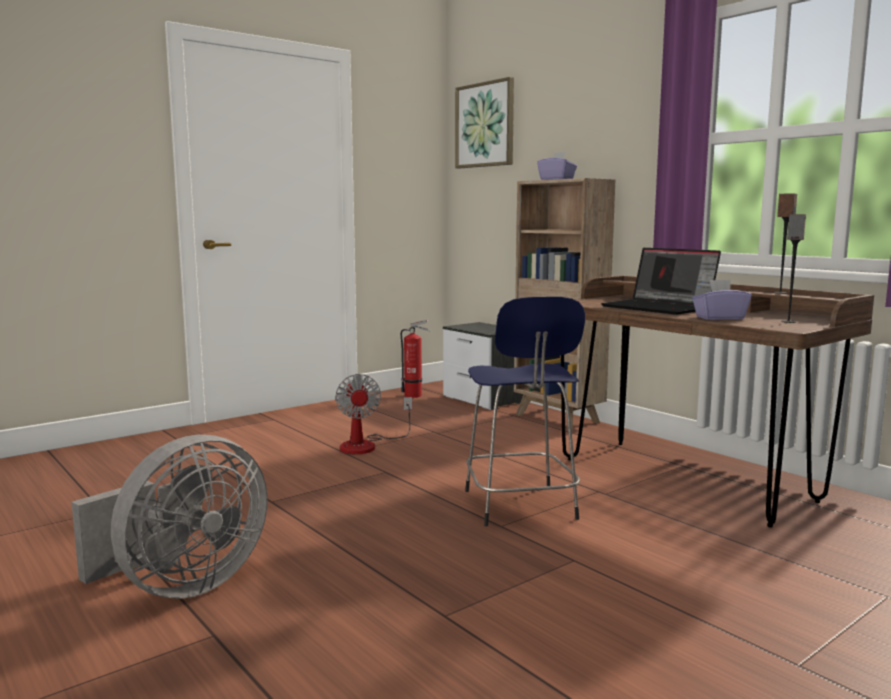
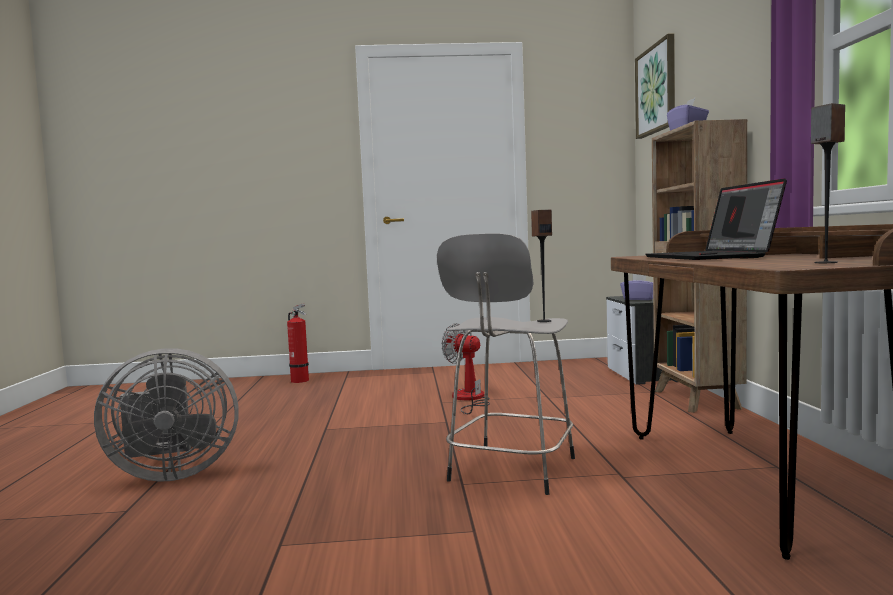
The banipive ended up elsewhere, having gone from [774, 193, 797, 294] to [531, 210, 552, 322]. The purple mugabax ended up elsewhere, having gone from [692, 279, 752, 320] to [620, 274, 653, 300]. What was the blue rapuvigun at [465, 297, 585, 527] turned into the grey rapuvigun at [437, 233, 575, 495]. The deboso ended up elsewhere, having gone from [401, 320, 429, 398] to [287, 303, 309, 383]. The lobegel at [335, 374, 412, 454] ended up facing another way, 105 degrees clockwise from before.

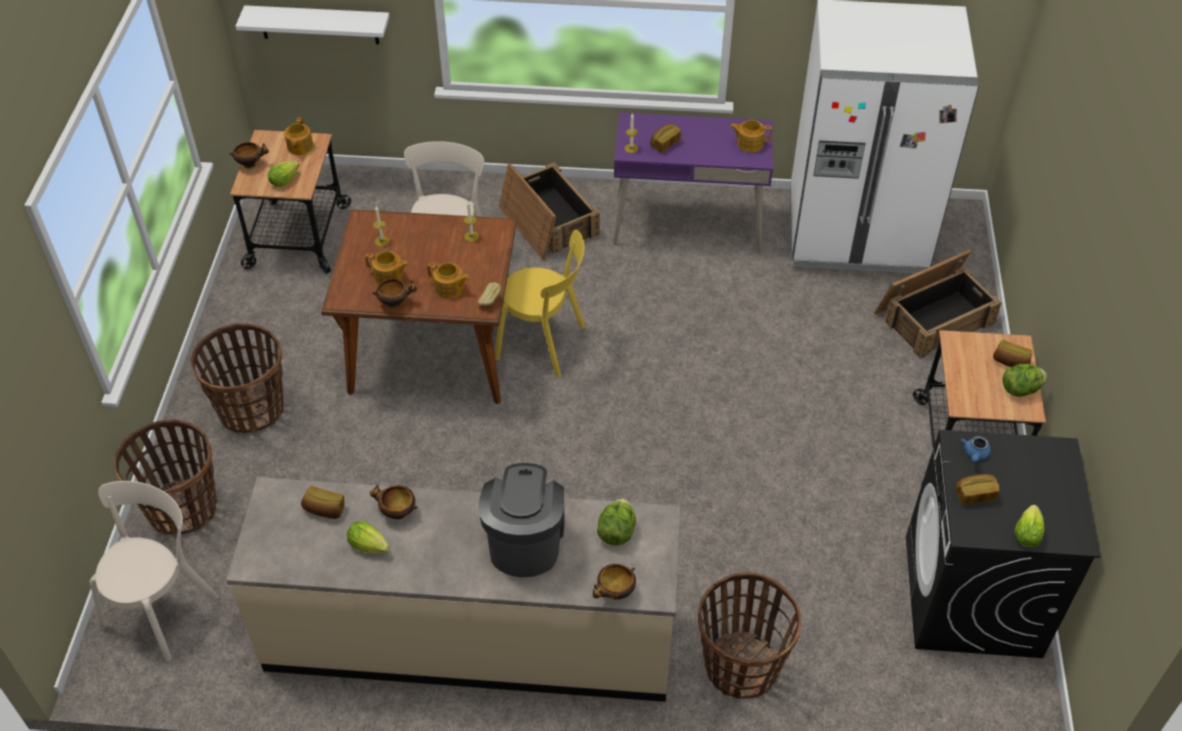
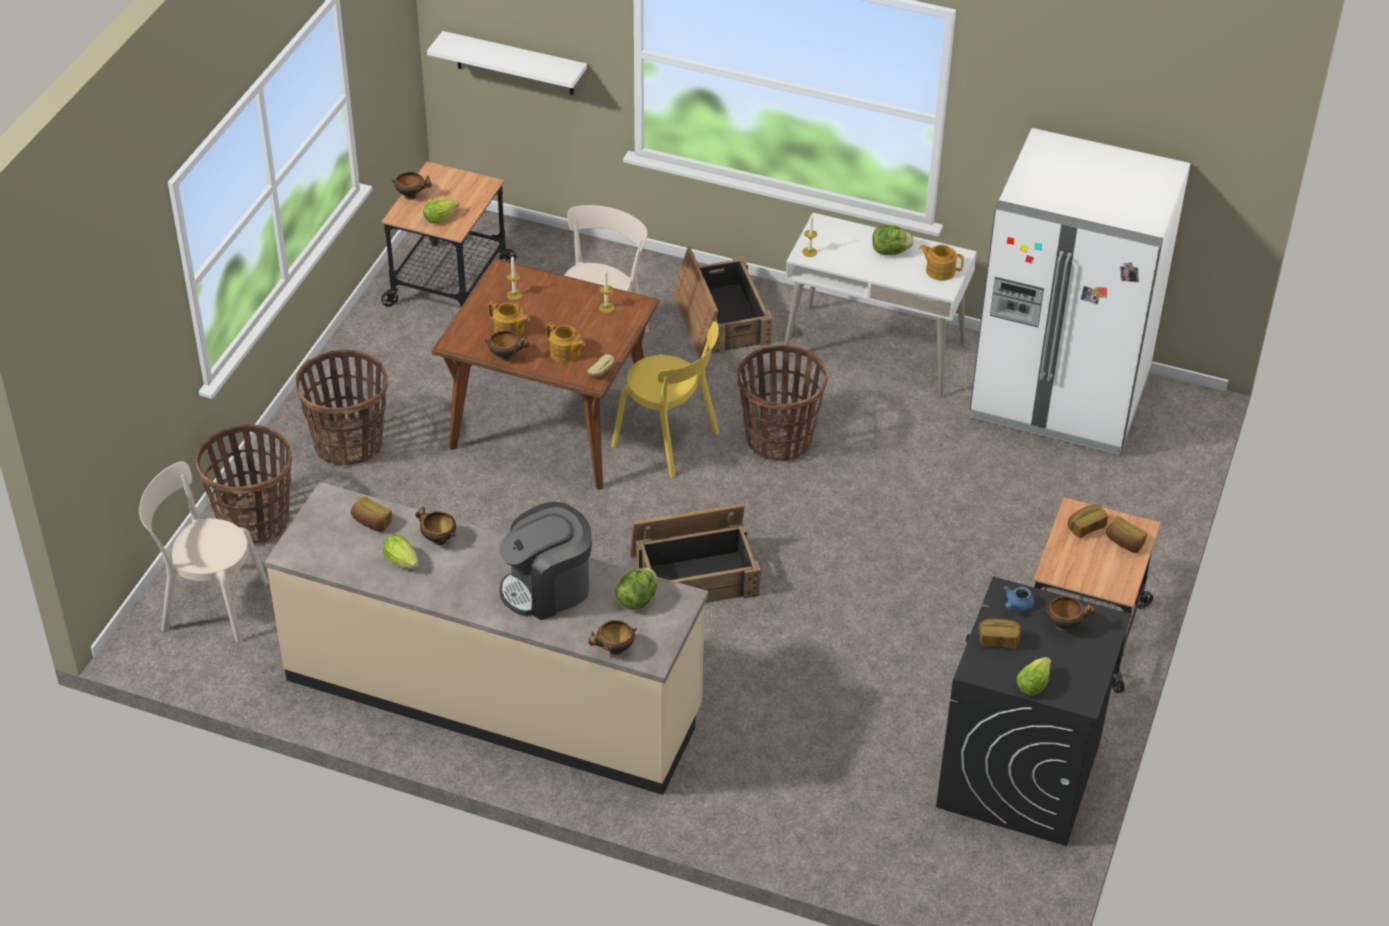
What was the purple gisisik at [613, 112, 773, 253] turned into the white gisisik at [782, 213, 977, 398]. The second view lost the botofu at [284, 117, 313, 155]. The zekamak ended up elsewhere, having gone from [650, 124, 681, 153] to [1068, 505, 1108, 538]. The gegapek ended up elsewhere, having gone from [874, 250, 1002, 358] to [630, 504, 761, 603]. The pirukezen ended up elsewhere, having gone from [1002, 364, 1047, 397] to [872, 225, 914, 255]. The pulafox at [478, 463, 565, 577] ended up facing another way, 135 degrees counterclockwise from before. The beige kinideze at [90, 481, 219, 661] ended up facing another way, 120 degrees counterclockwise from before. The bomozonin ended up elsewhere, having gone from [698, 572, 801, 699] to [737, 345, 828, 461]. The second view gained the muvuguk at [1043, 597, 1096, 632].

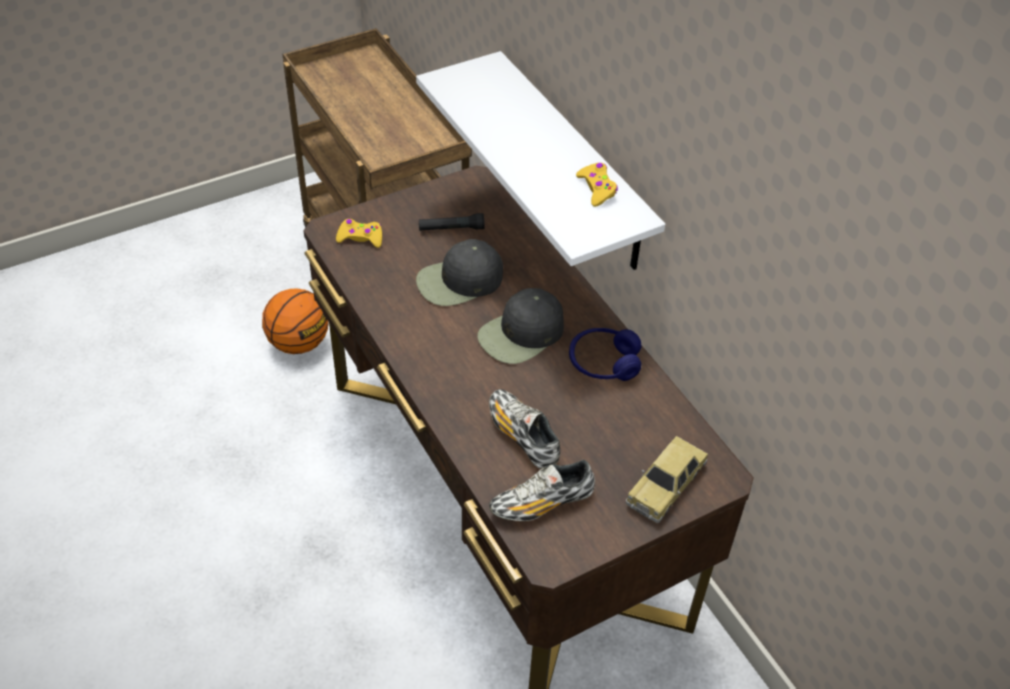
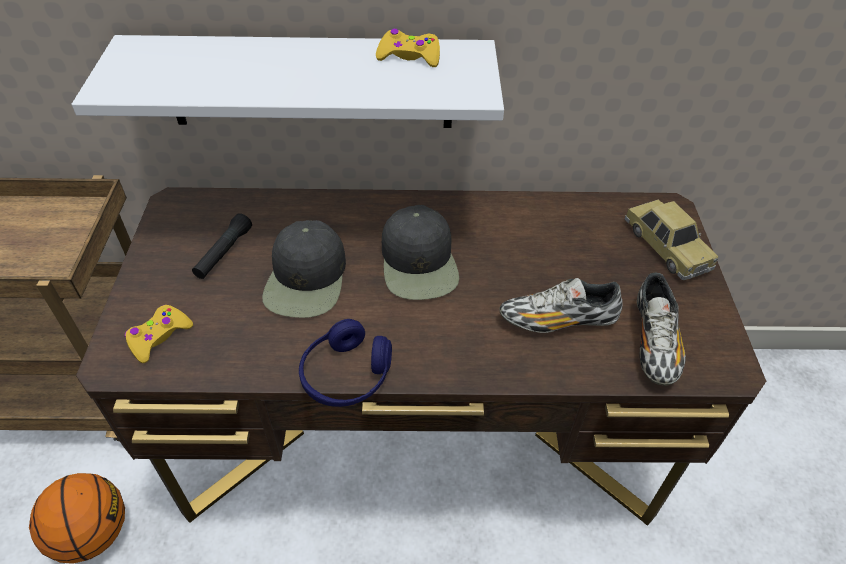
The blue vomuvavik ended up elsewhere, having gone from [569, 328, 642, 381] to [299, 319, 392, 407].

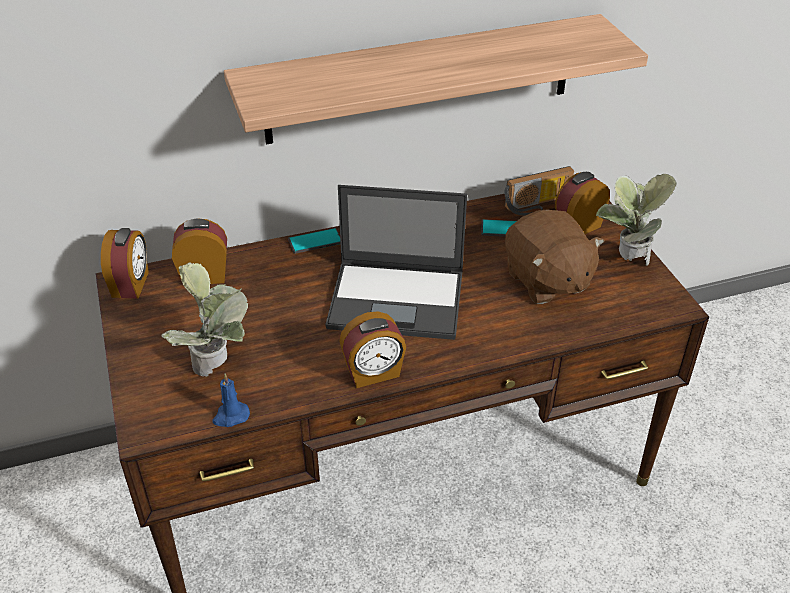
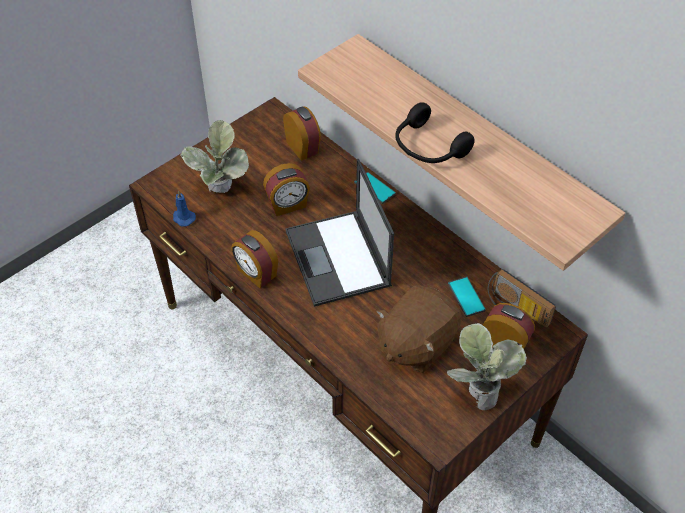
The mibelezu ended up elsewhere, having gone from [101, 228, 149, 298] to [263, 163, 310, 216]. The second view gained the black vomuvavik at [395, 102, 475, 163].

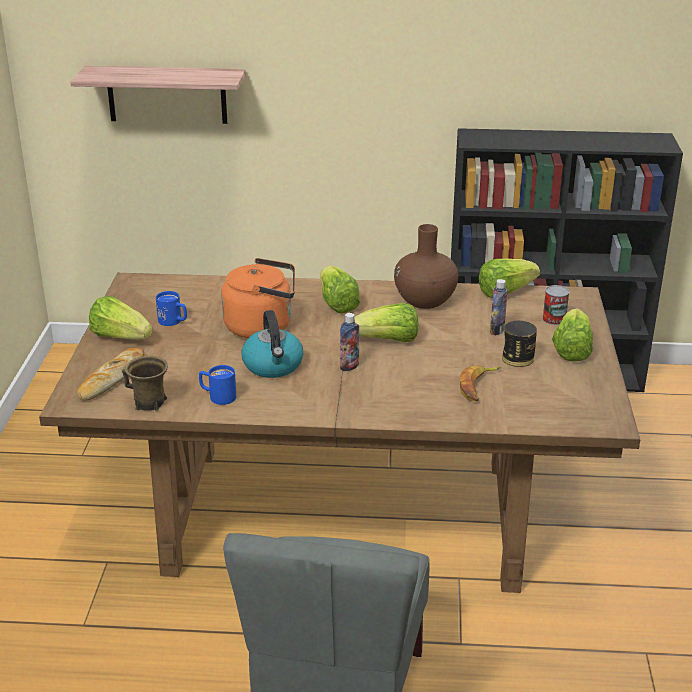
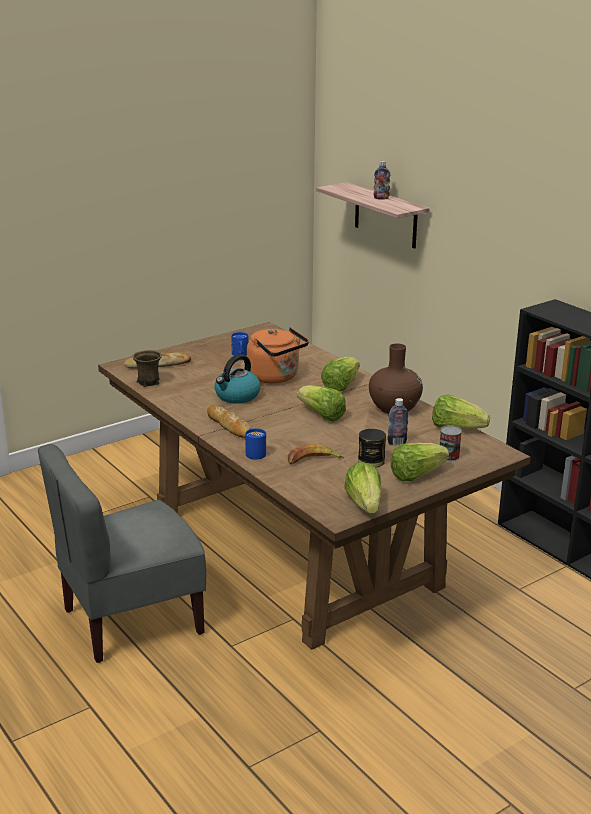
The pirukezen ended up elsewhere, having gone from [89, 296, 153, 340] to [344, 462, 381, 513]. The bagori ended up elsewhere, having gone from [340, 313, 359, 371] to [373, 161, 390, 200]. The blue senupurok ended up elsewhere, having gone from [199, 365, 236, 405] to [245, 428, 266, 460]. The second view gained the zekamak at [207, 405, 252, 438].

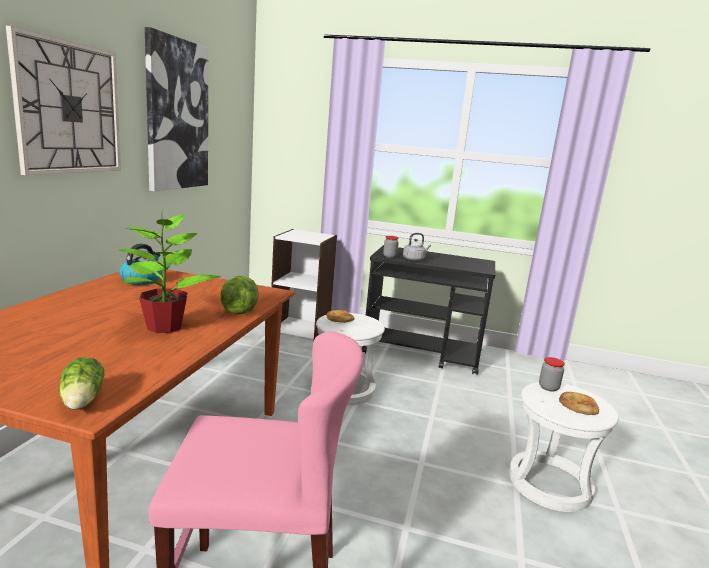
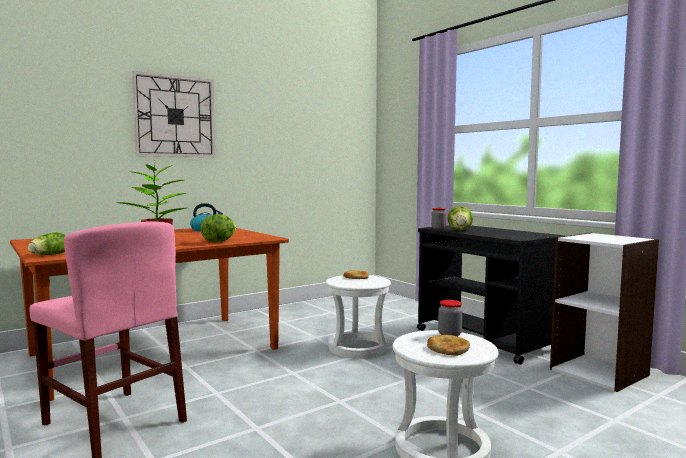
The second view lost the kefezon at [145, 27, 208, 192]. The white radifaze ended up elsewhere, having gone from [271, 229, 337, 341] to [550, 233, 659, 392]. Where the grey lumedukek stood at [403, 233, 431, 261], the pirukezen came to stand at [447, 206, 473, 231].

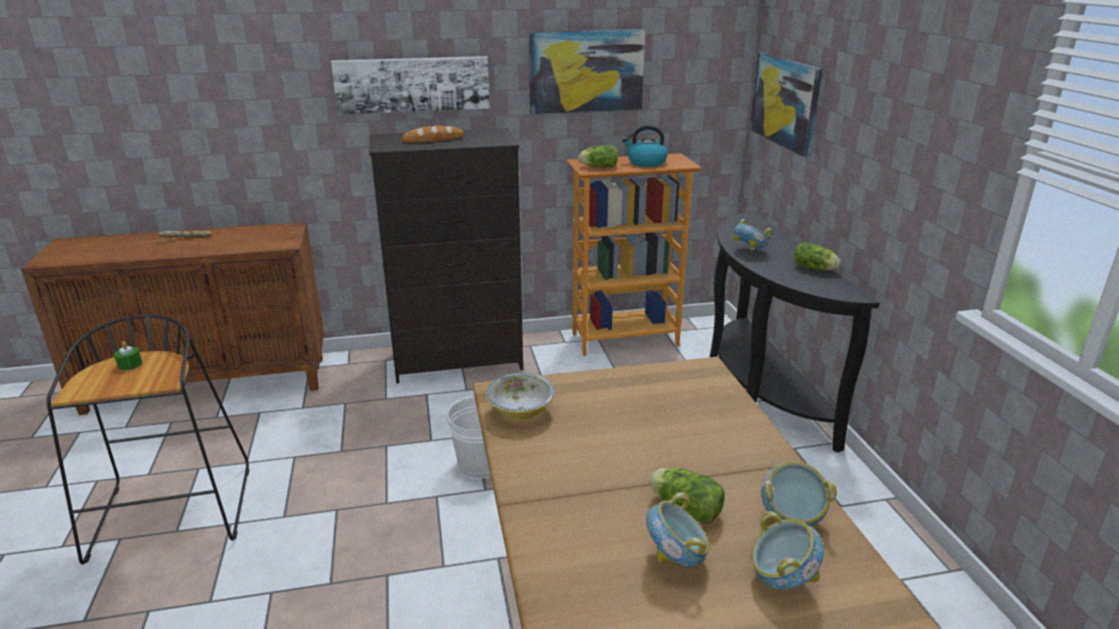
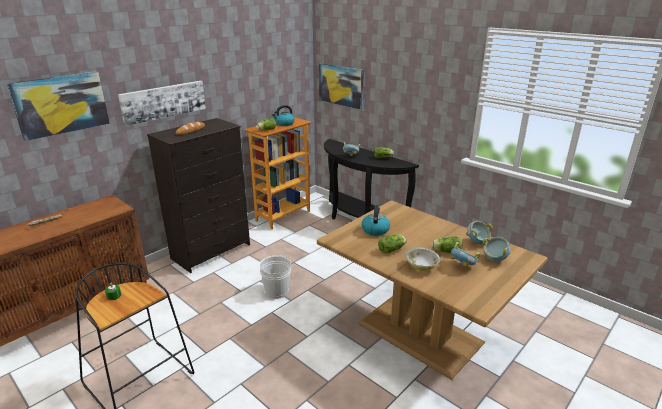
The kefezon ended up elsewhere, having gone from [529, 29, 646, 114] to [6, 71, 110, 141]. The muvuguk ended up elsewhere, having gone from [486, 373, 555, 419] to [405, 248, 440, 271]. The second view gained the lumedukek at [362, 205, 390, 236]. The second view gained the pirukezen at [378, 234, 407, 254].

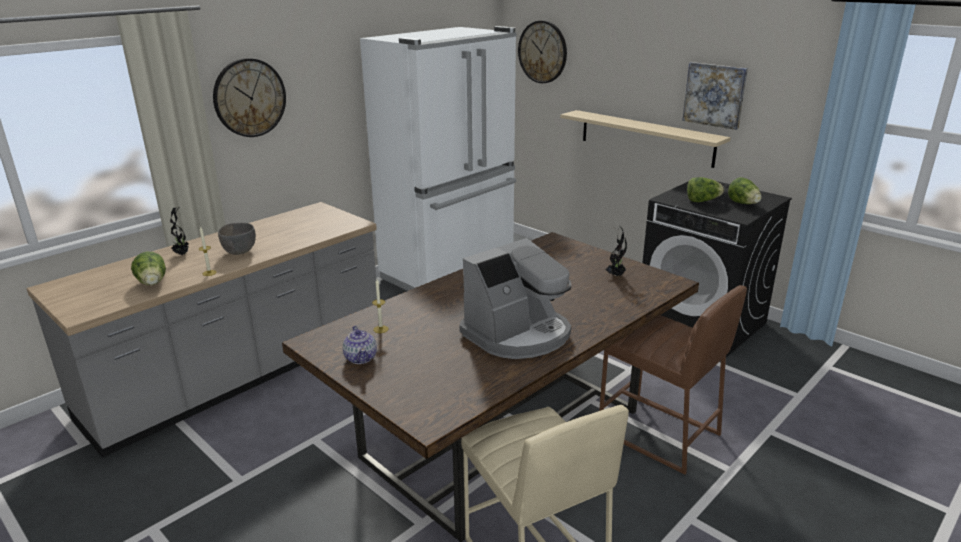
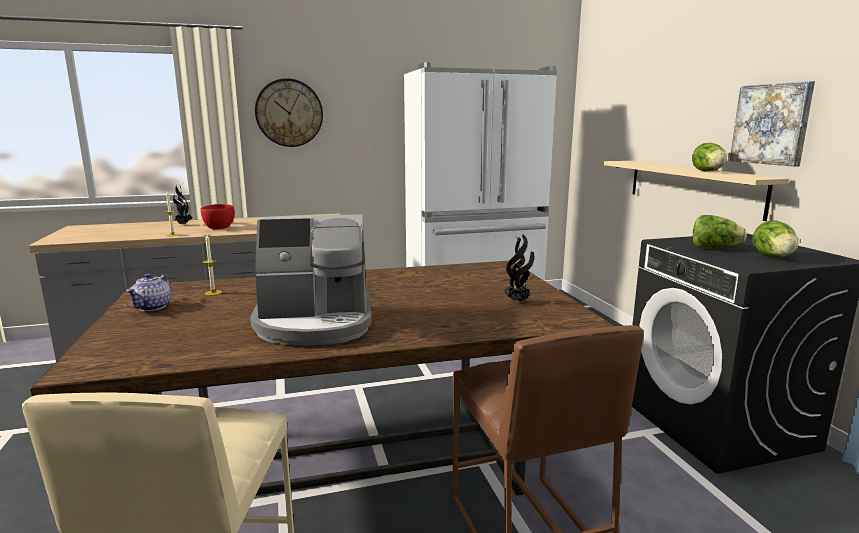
The second view lost the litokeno at [518, 20, 567, 83]. What was the grey muvuguk at [218, 223, 256, 255] turned into the red muvuguk at [201, 204, 235, 229]. The pirukezen ended up elsewhere, having gone from [131, 252, 166, 285] to [692, 143, 727, 171].

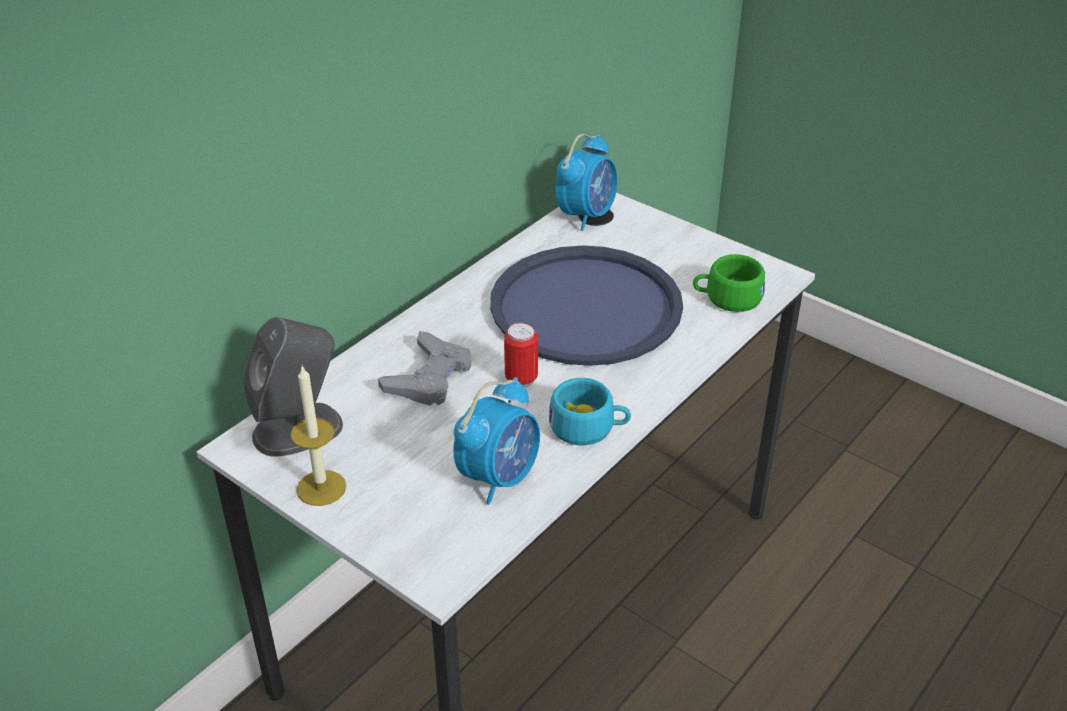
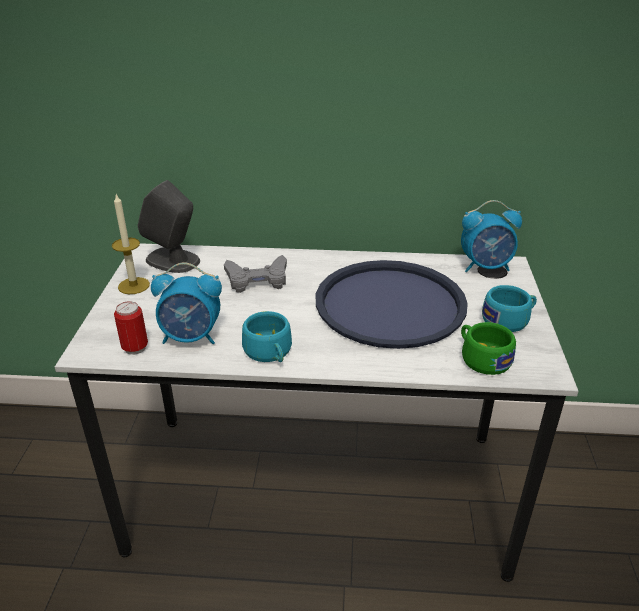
The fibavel ended up elsewhere, having gone from [504, 323, 538, 387] to [114, 301, 148, 355]. The second view gained the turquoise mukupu at [482, 285, 537, 332].

